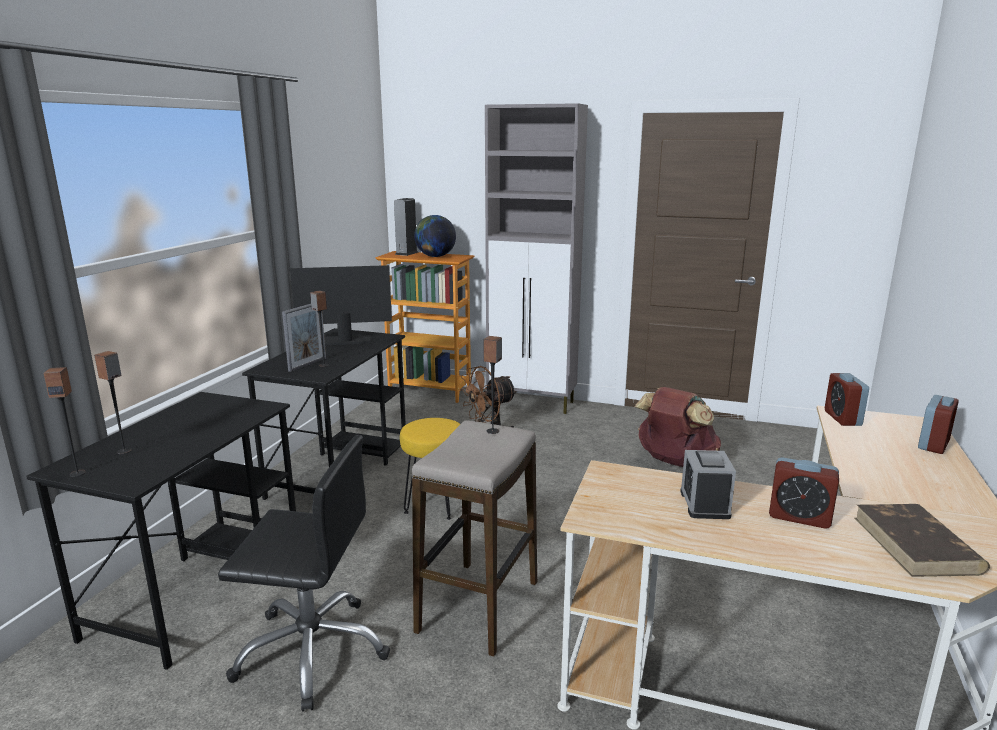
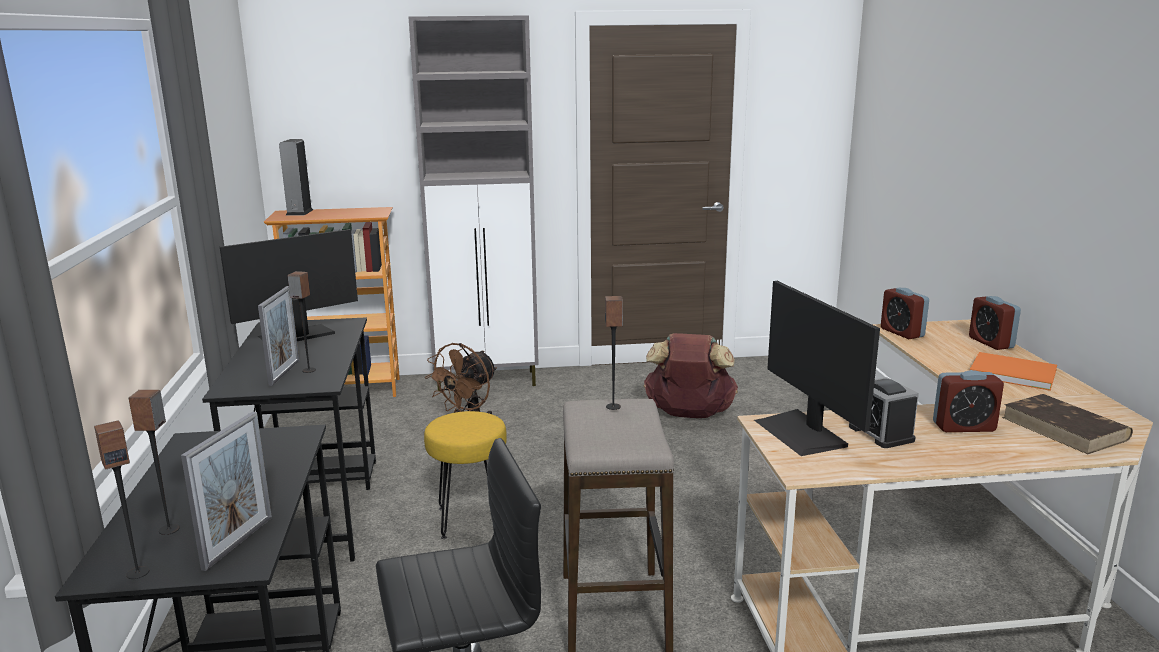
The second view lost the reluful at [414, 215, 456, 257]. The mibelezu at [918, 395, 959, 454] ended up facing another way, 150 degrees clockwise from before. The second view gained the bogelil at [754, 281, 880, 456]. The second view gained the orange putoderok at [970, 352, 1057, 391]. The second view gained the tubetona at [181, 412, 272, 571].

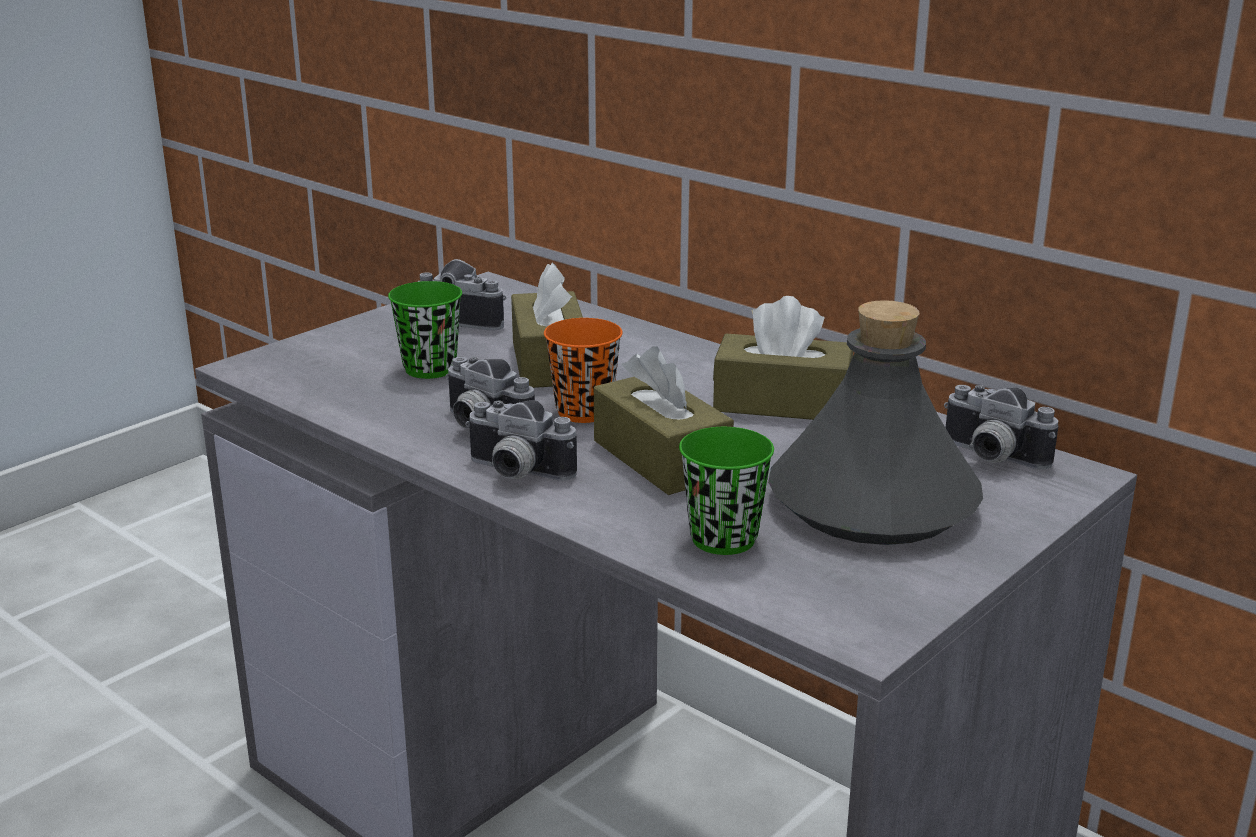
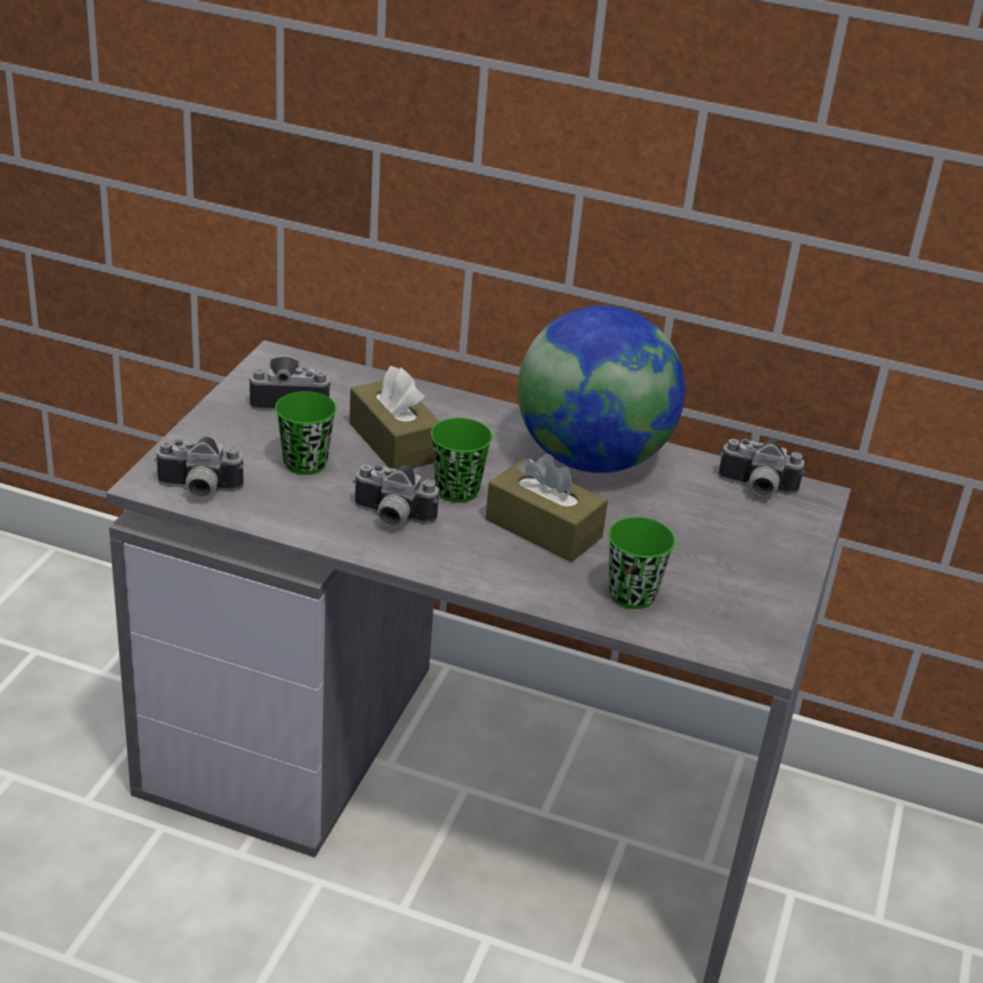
Where the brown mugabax stood at [713, 296, 853, 420], the reluful came to stand at [518, 306, 685, 473]. The second view lost the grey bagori at [768, 300, 983, 545]. What was the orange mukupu at [544, 318, 623, 423] turned into the green mukupu at [431, 418, 492, 503]. The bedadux ended up elsewhere, having gone from [465, 400, 577, 481] to [154, 437, 244, 498].

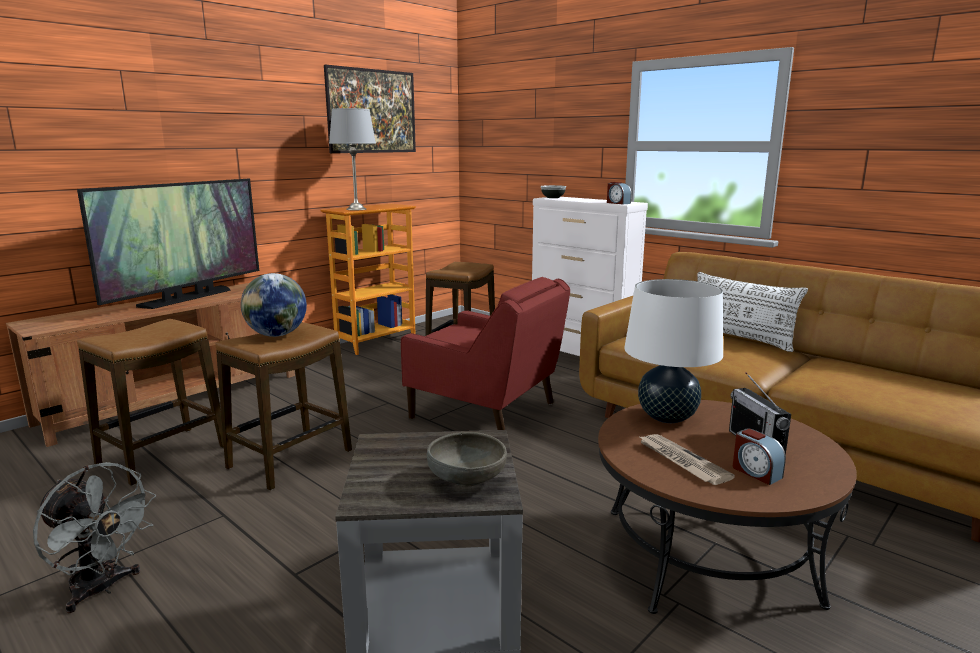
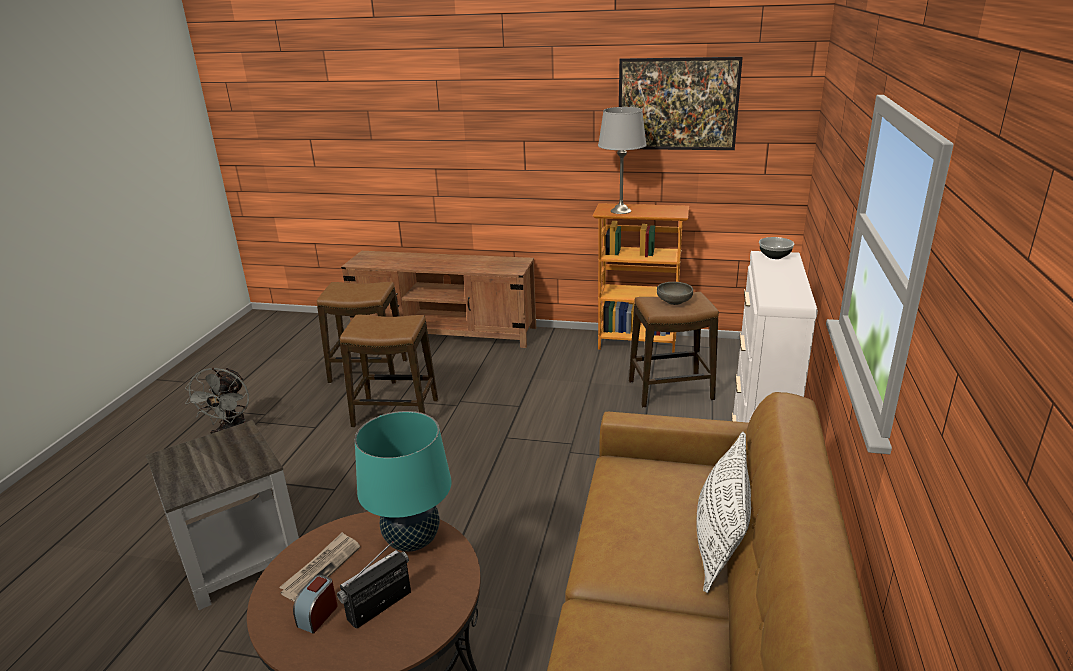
The second view lost the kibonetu at [77, 179, 259, 309]. The second view lost the mibelezu at [607, 182, 631, 205]. The second view lost the reluful at [241, 273, 307, 337]. The second view lost the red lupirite at [401, 277, 570, 430]. What was the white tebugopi at [624, 279, 723, 423] turned into the turquoise tebugopi at [355, 411, 452, 552]. The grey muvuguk ended up elsewhere, having gone from [427, 432, 507, 487] to [657, 282, 693, 305].

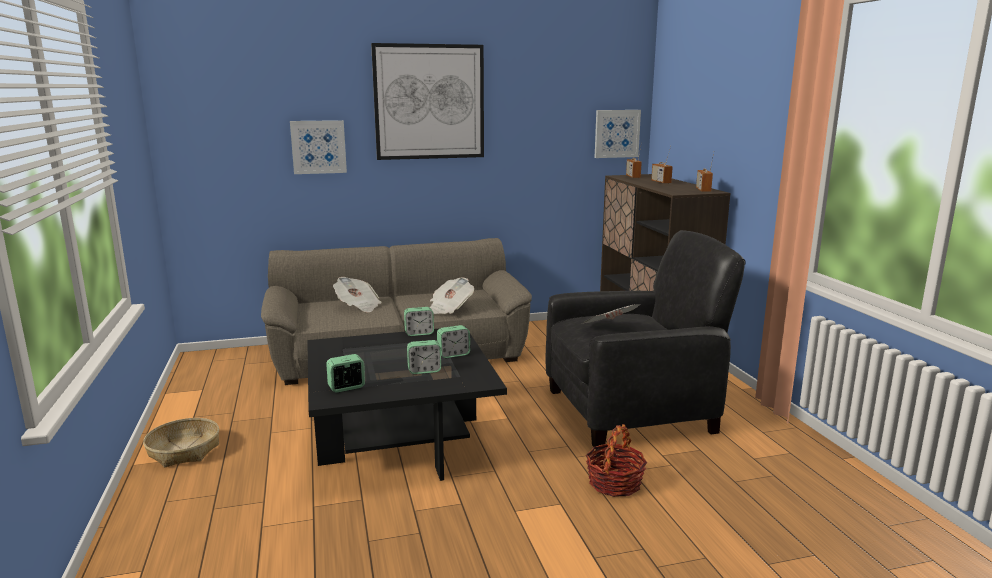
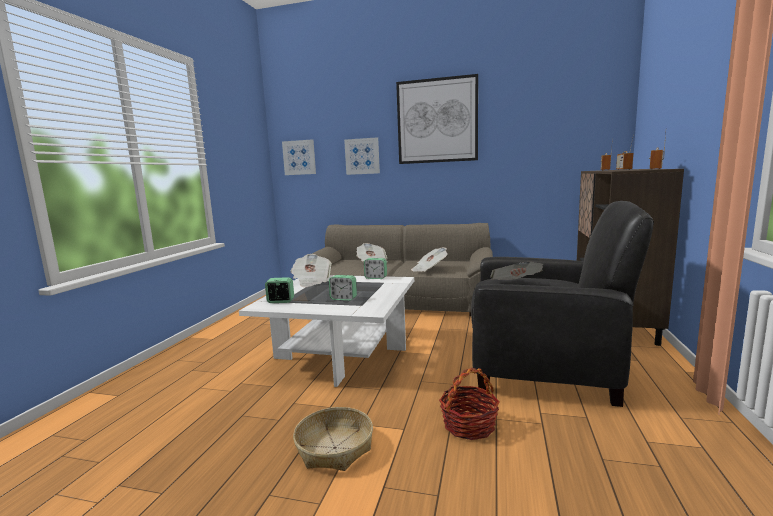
The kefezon ended up elsewhere, having gone from [595, 110, 641, 158] to [282, 139, 316, 175]. The second view lost the mibelezu at [437, 325, 470, 358]. What was the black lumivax at [307, 326, 507, 481] turned into the white lumivax at [239, 275, 414, 387]. The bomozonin ended up elsewhere, having gone from [143, 418, 219, 467] to [293, 407, 373, 471]. The second view gained the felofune at [291, 254, 332, 287].

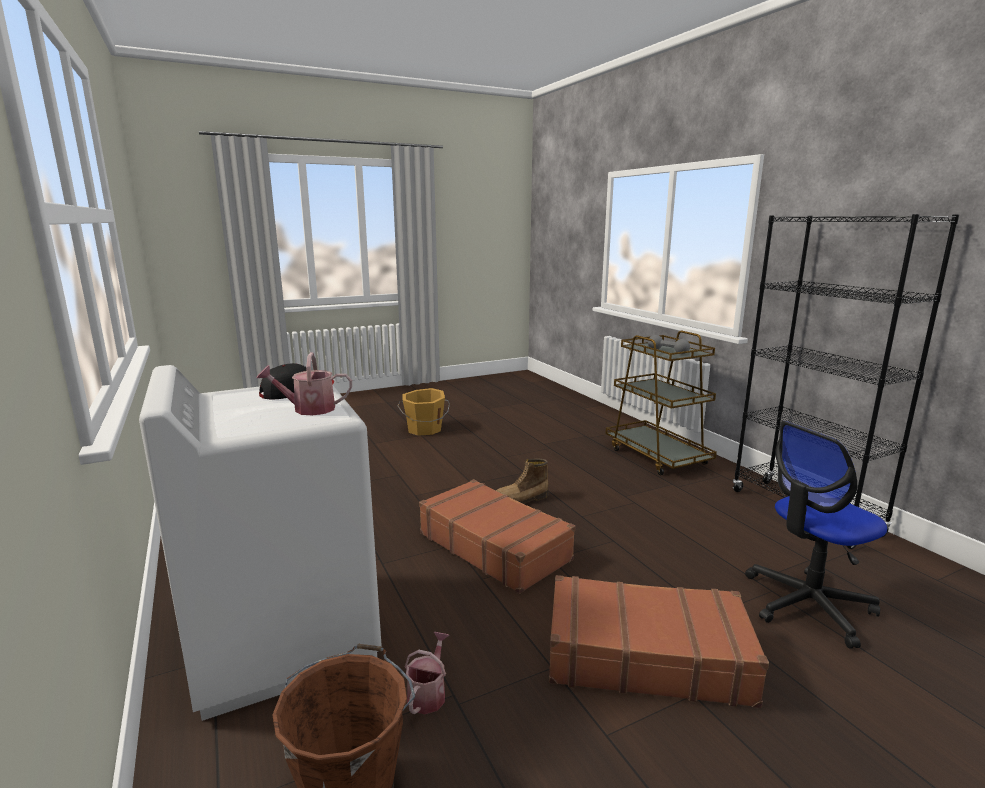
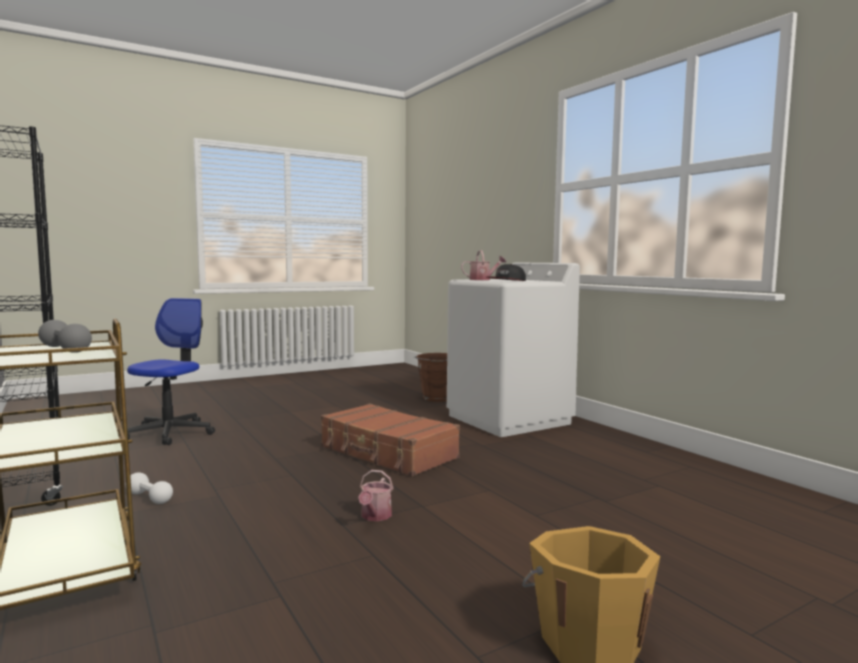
The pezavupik at [745, 421, 887, 649] ended up facing another way, 45 degrees counterclockwise from before. The second view lost the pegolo at [496, 459, 548, 504]. The second view lost the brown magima at [549, 575, 769, 708]. The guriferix ended up elsewhere, having gone from [405, 632, 449, 714] to [358, 470, 394, 521]. The second view gained the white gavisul at [130, 472, 173, 504].

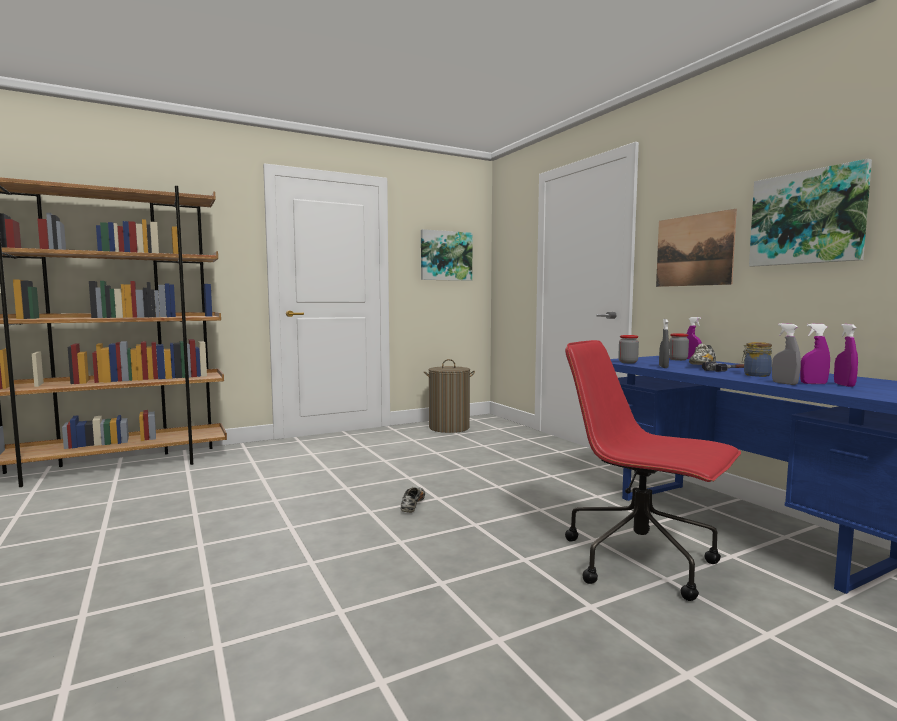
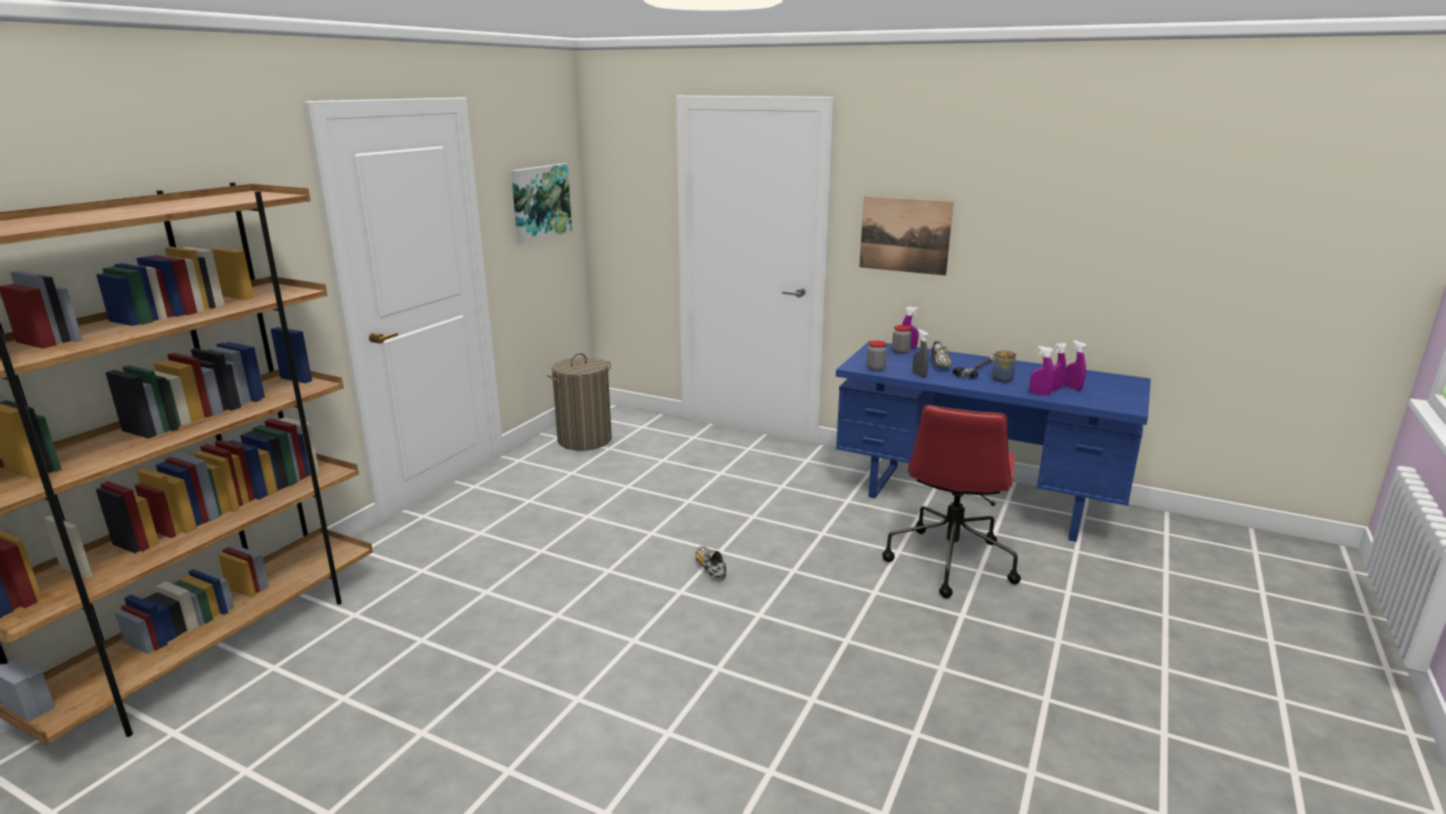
The second view lost the kefezon at [749, 159, 872, 266]. What was the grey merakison at [772, 323, 801, 385] turned into the purple merakison at [1030, 346, 1054, 396]. The red pezavupik at [565, 340, 741, 601] ended up facing another way, 75 degrees counterclockwise from before.

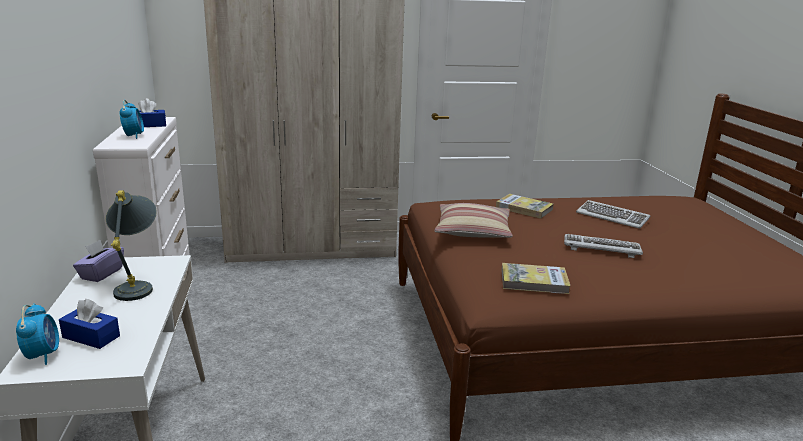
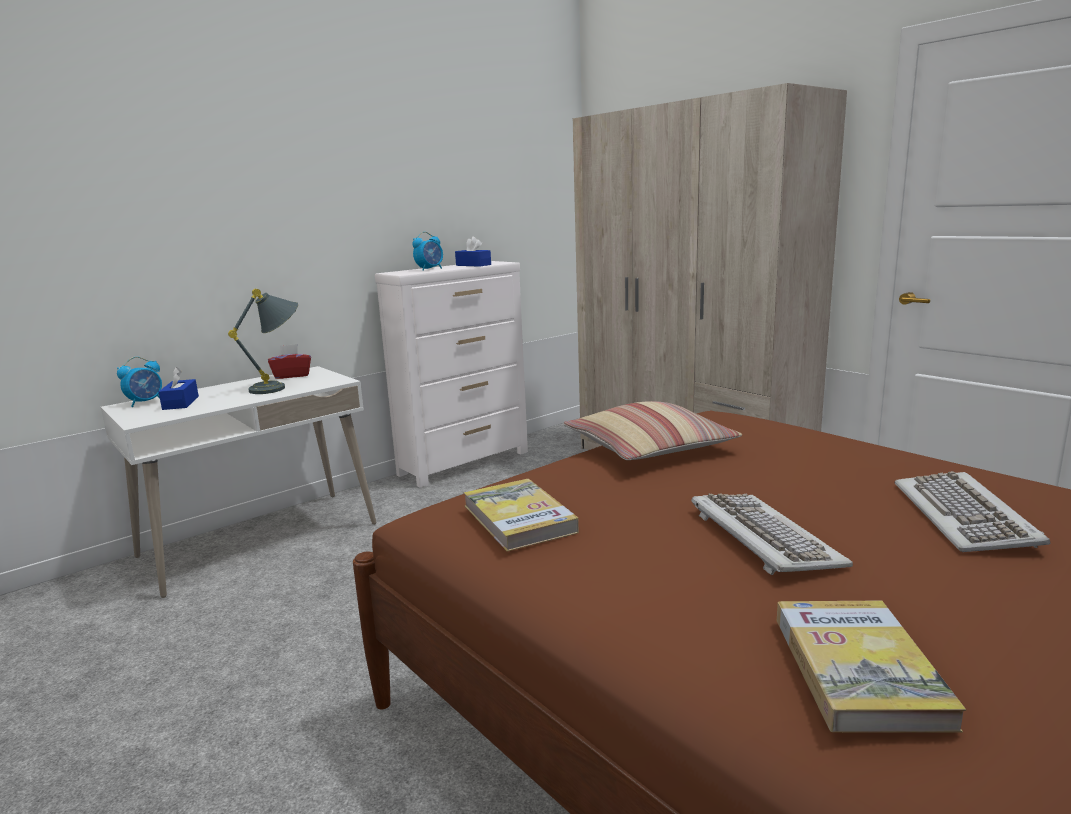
The putoderok ended up elsewhere, having gone from [496, 194, 553, 219] to [777, 600, 966, 732]. What was the purple mugabax at [73, 240, 124, 282] turned into the red mugabax at [268, 344, 311, 379].

